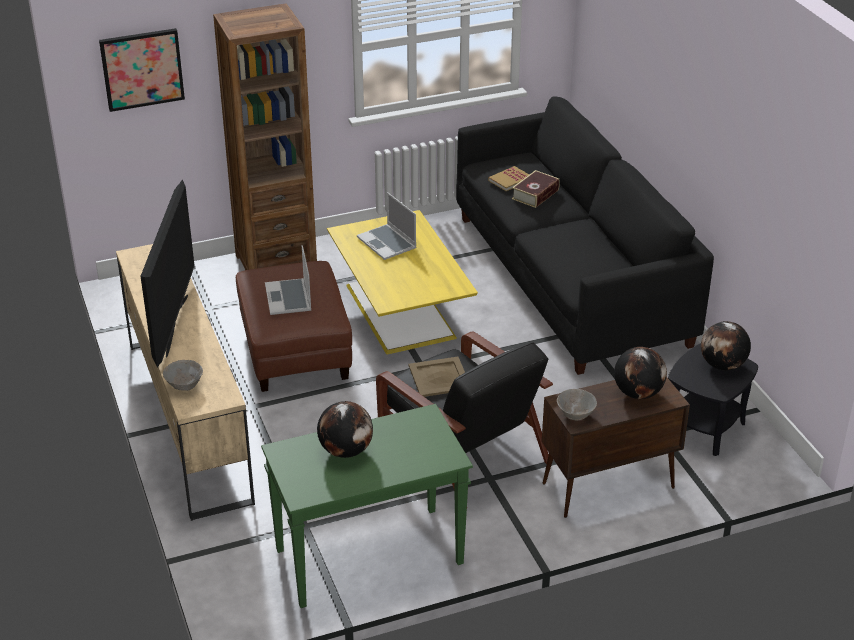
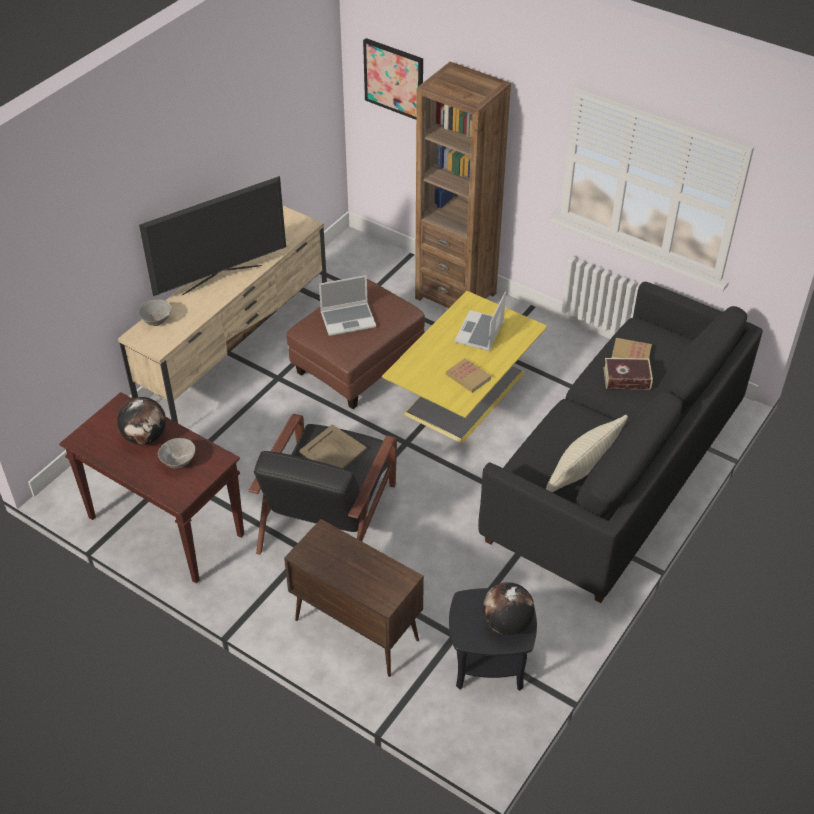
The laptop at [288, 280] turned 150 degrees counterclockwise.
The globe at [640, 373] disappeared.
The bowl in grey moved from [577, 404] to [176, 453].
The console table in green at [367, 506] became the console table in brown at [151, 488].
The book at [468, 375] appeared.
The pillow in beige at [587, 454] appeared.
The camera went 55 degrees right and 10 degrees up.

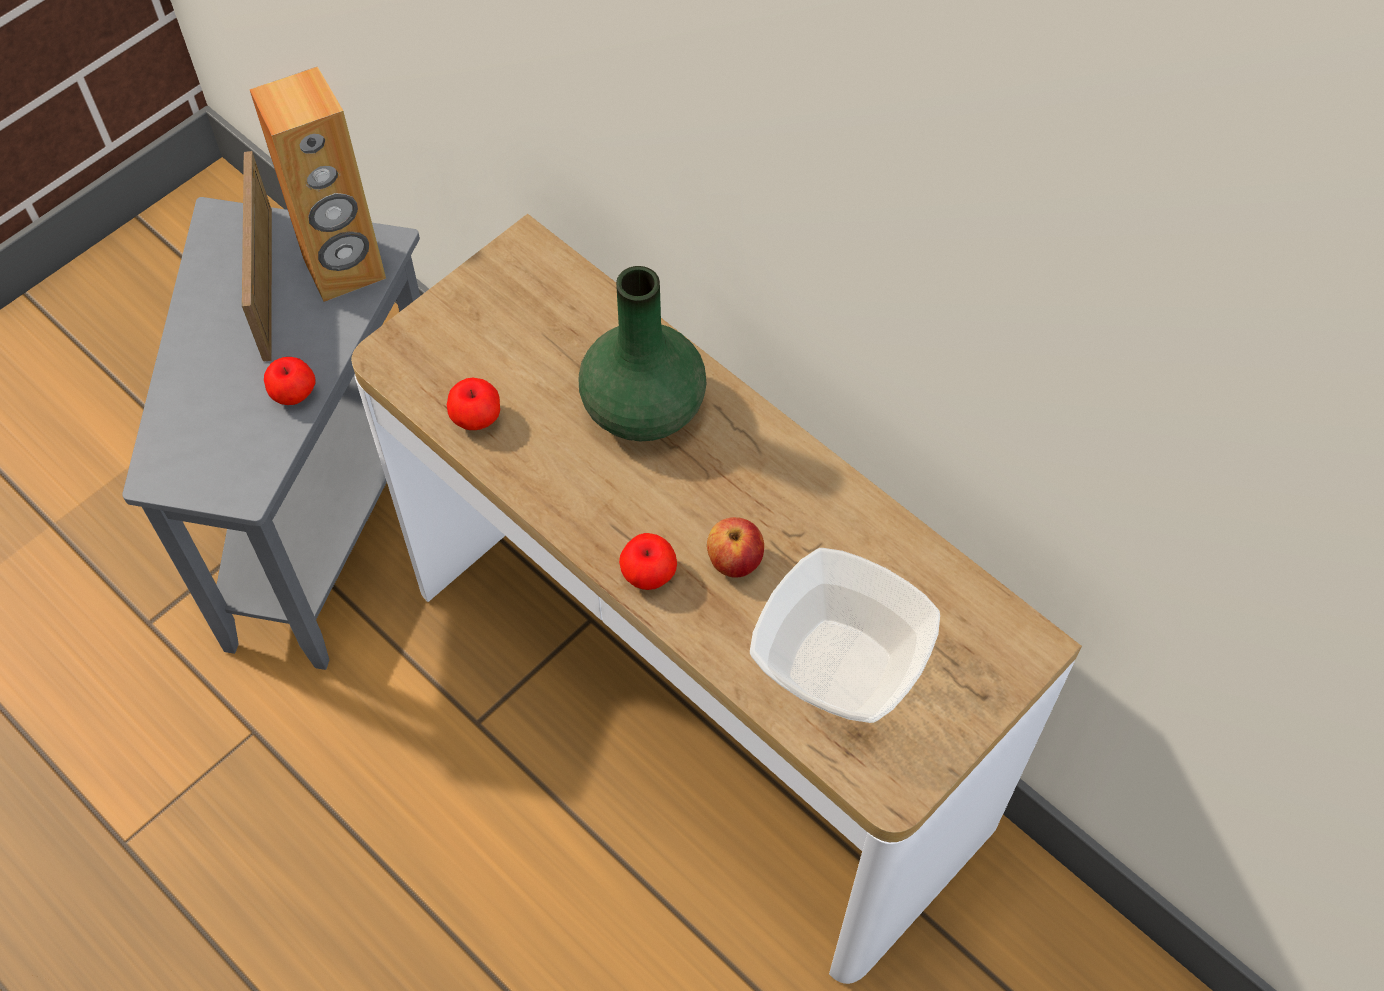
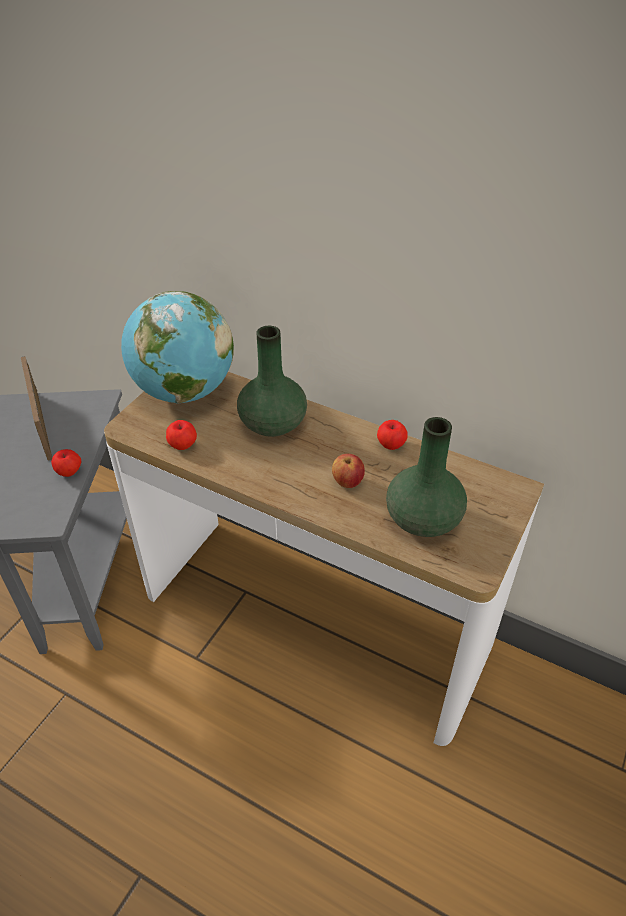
The speaker in brown at [318, 184] disappeared.
The apple moved from [648, 561] to [392, 435].
The bowl at [845, 635] was replaced by the vase in green at [426, 477].
The globe at [177, 347] appeared.
The camera went 15 degrees left and 15 degrees down.

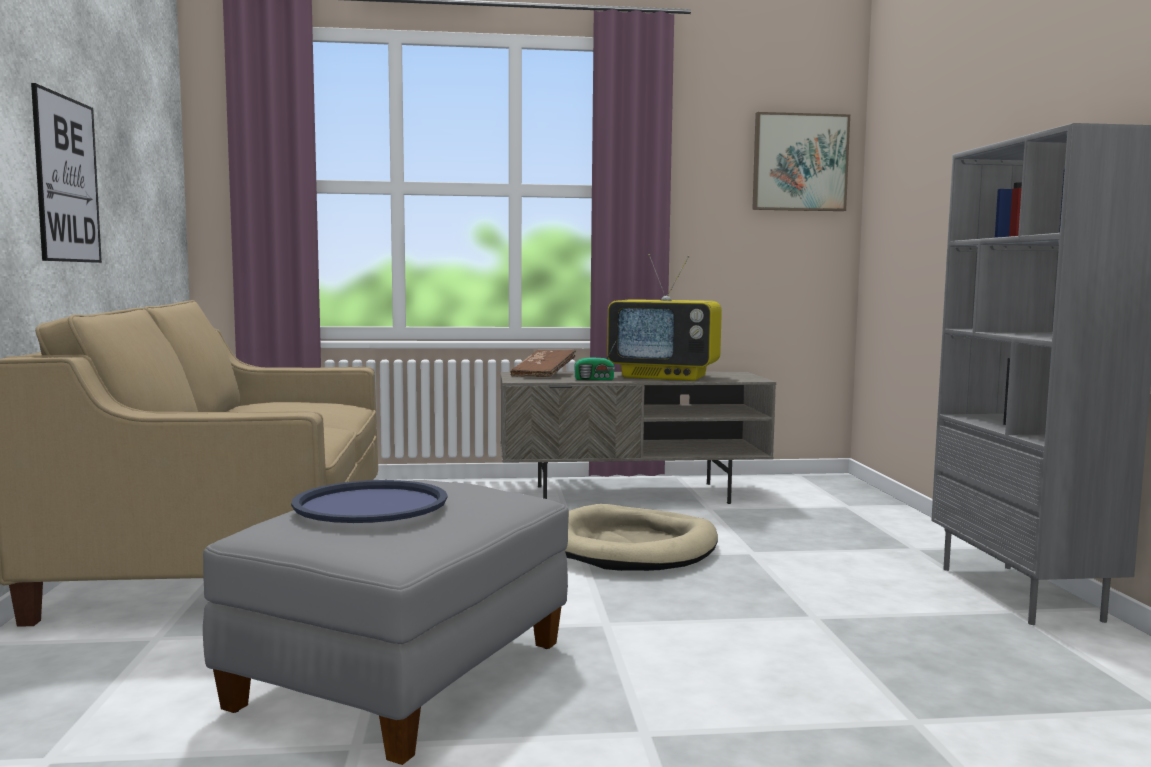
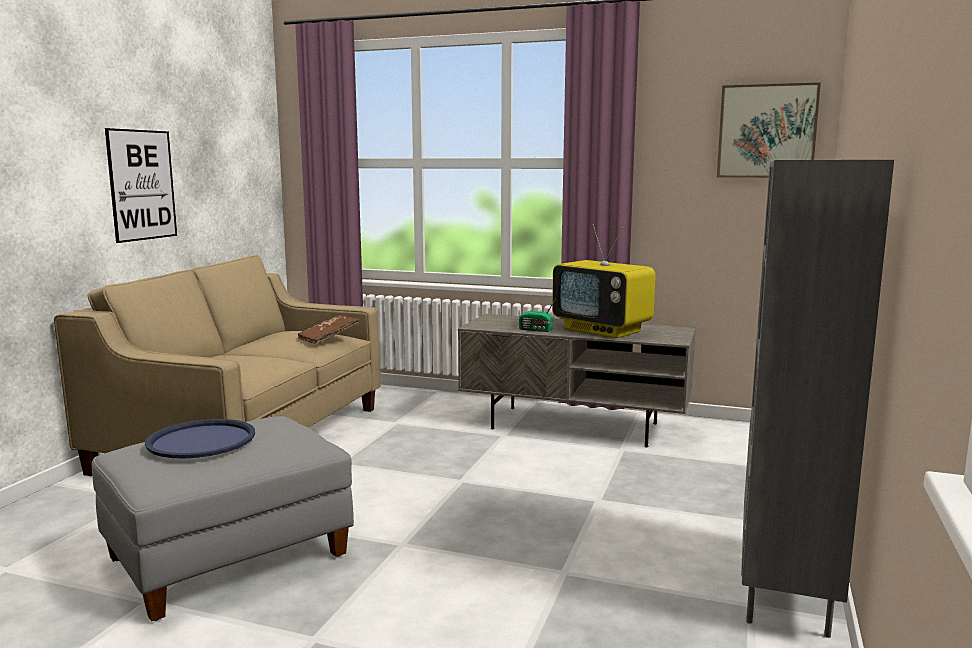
The book in brown moved from [543, 363] to [328, 329].
The dog bed in beige at [641, 537] disappeared.
The camera went 25 degrees right and 5 degrees up.

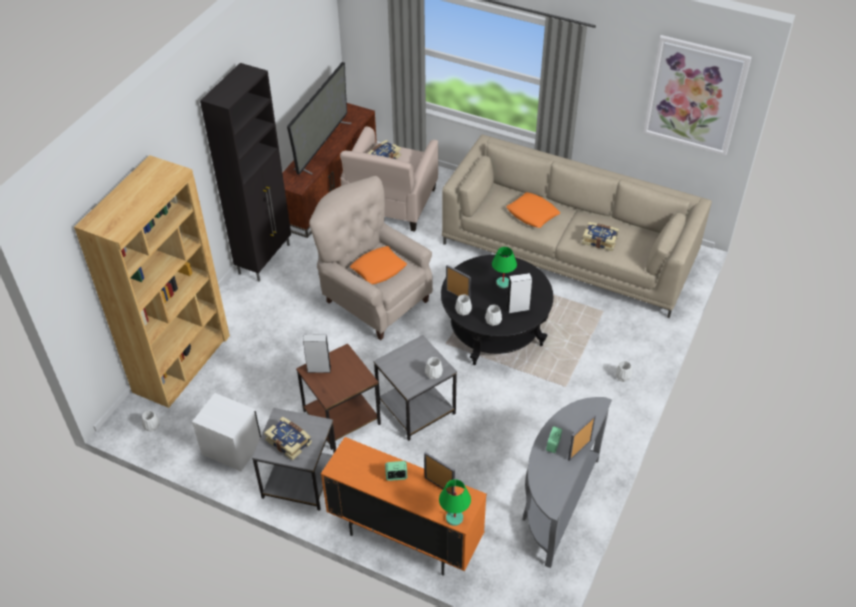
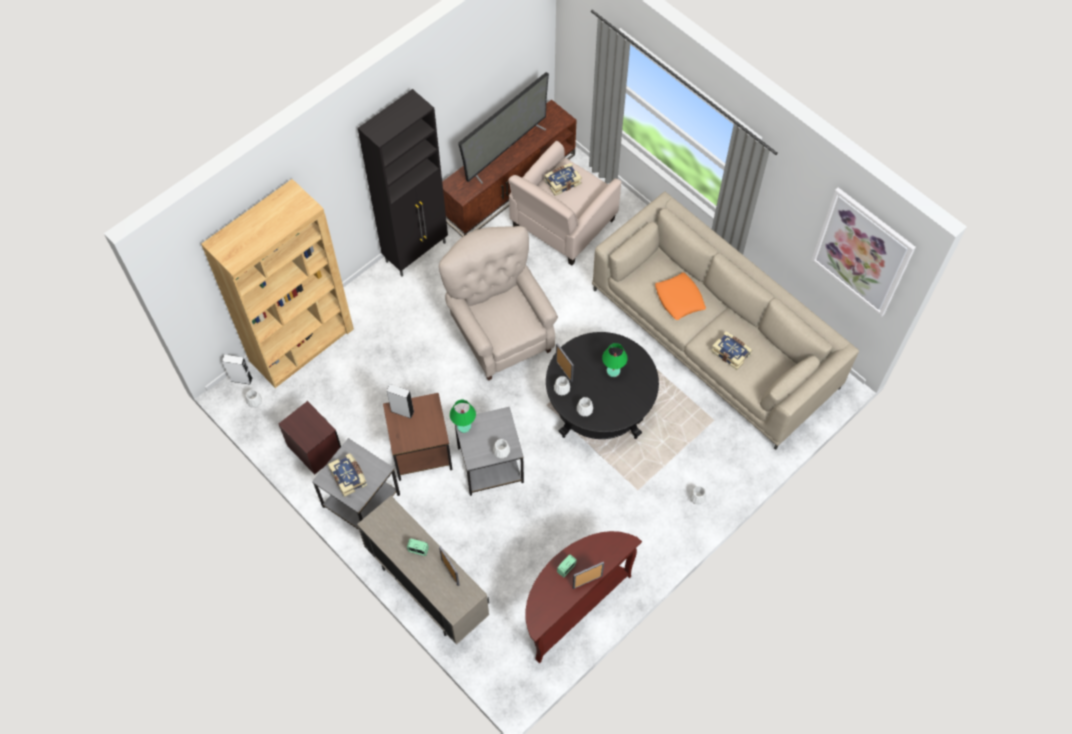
The pillow in orange at [378, 265] disappeared.
The speaker in white moved from [519, 293] to [237, 370].
The nightstand in white at [226, 432] became the nightstand in brown at [310, 438].
The console table in grey at [567, 482] became the console table in brown at [583, 597].
The cabinet in orange at [404, 506] became the cabinet in beige at [423, 570].
The table lamp in green moved from [455, 502] to [463, 416].
The camera went 20 degrees right and 15 degrees up.

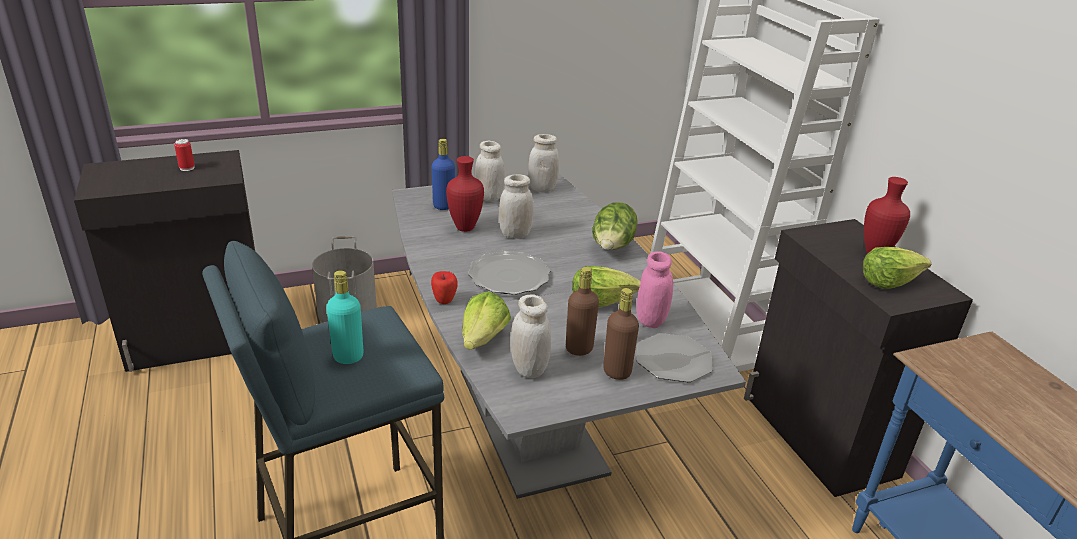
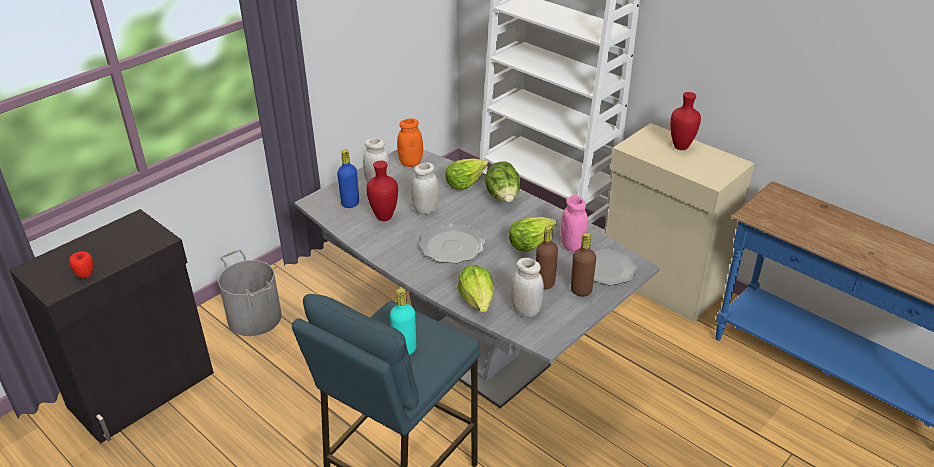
The jar in white at [543, 163] became the jar in orange at [410, 142].
The can at [184, 155] disappeared.
The cabinet in black at [858, 358] became the cabinet in beige at [680, 222].
The lettuce moved from [897, 268] to [466, 174].
The apple moved from [444, 287] to [81, 264].
The camera went 25 degrees left and 5 degrees up.

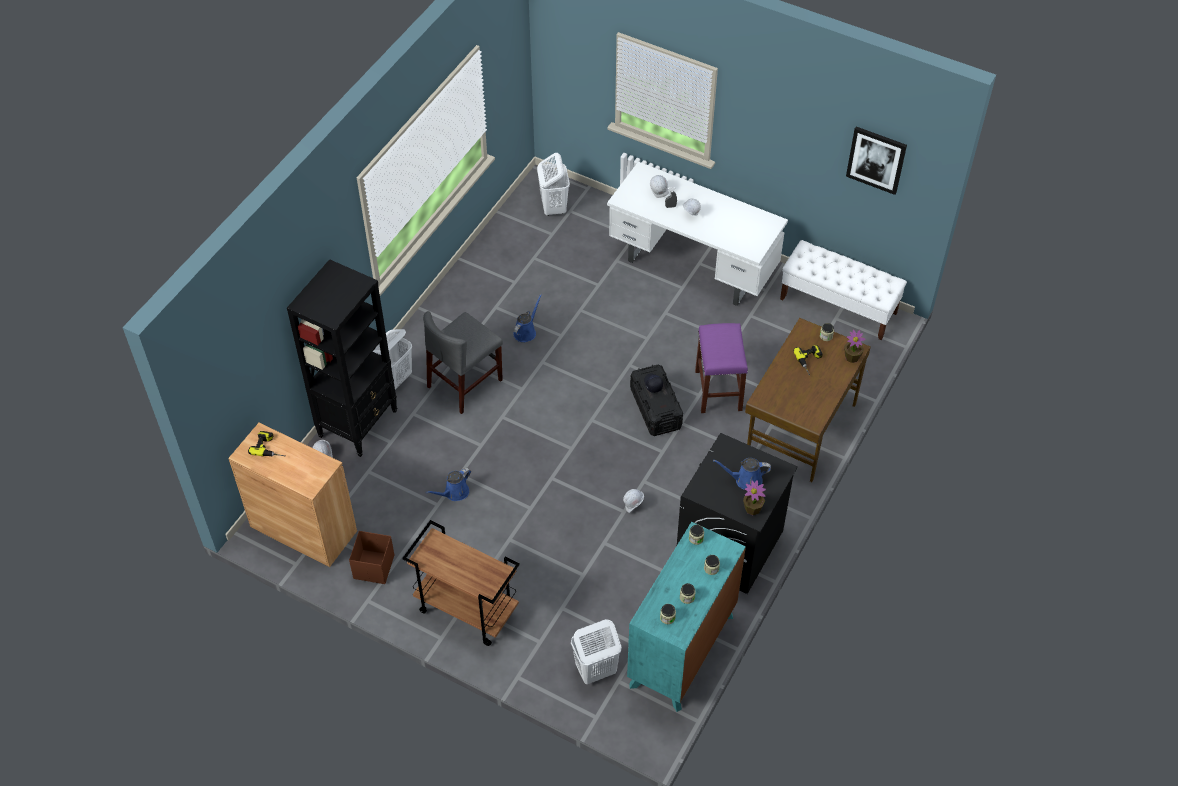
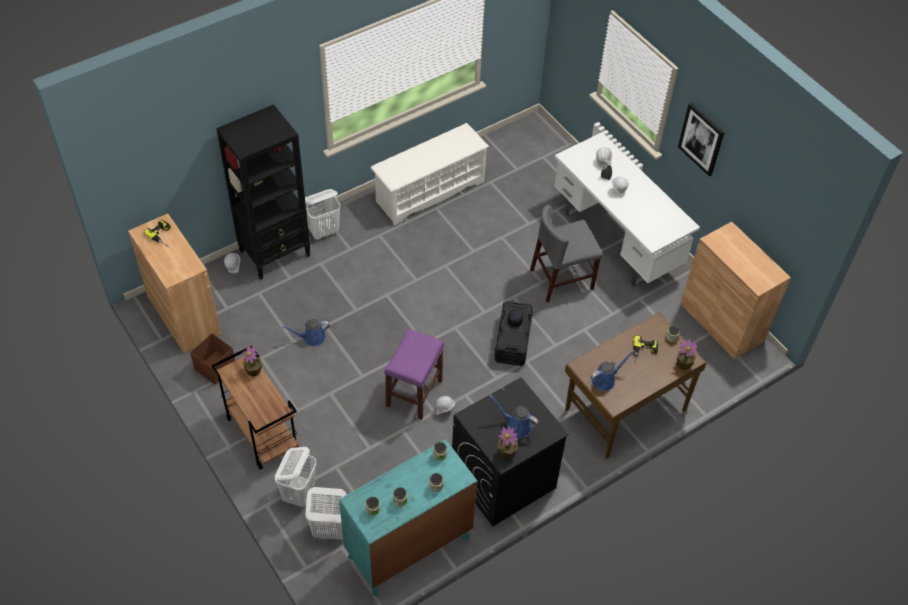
The picture moved from [876, 161] to [701, 139].
The laundry basket in white moved from [553, 184] to [295, 477].
The bench in white at [843, 290] was replaced by the cabinet in brown at [735, 290].
The watering can in blue moved from [527, 318] to [612, 370].
The chair in grey moved from [463, 362] to [566, 253].
The stool in purple moved from [721, 368] to [414, 374].
The shoe rack in white at [429, 174] appeared.
The potted plant at [252, 361] appeared.
The camera went 25 degrees right and 0 degrees up.

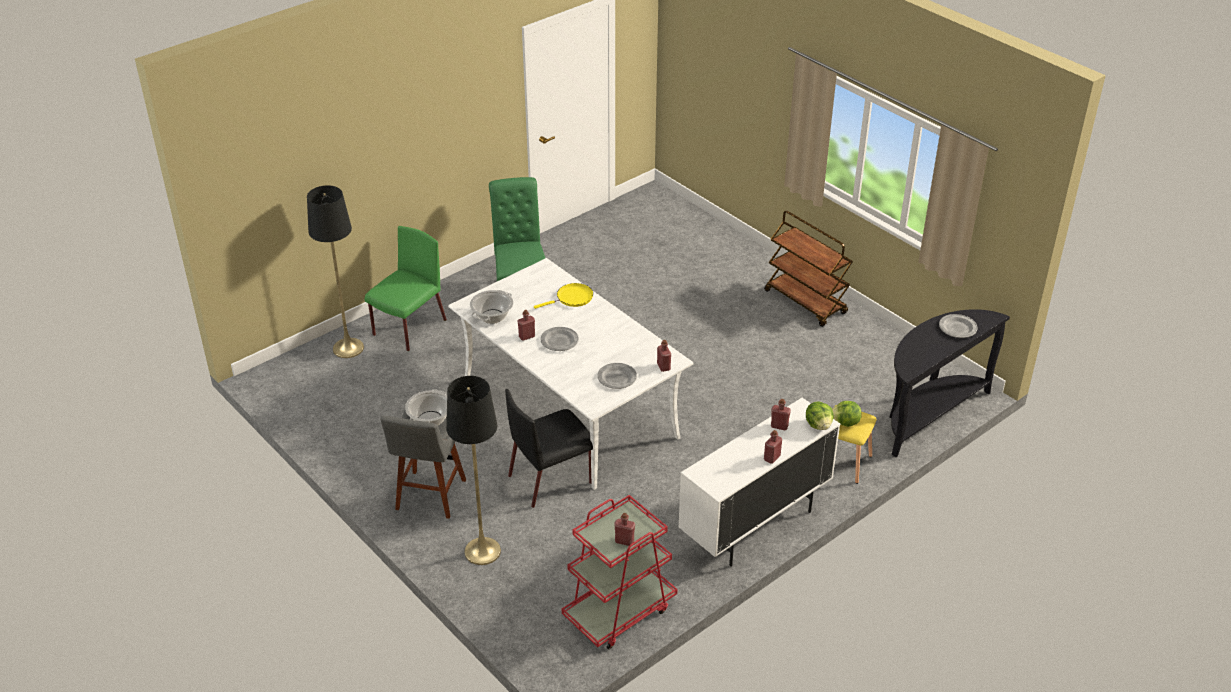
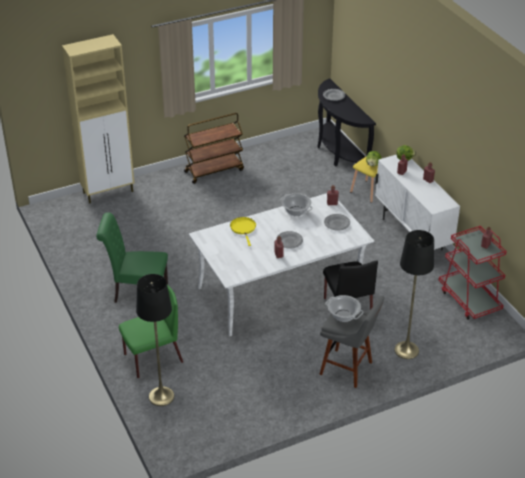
The chair in green at [406, 288] turned 105 degrees clockwise.
The cooking pot moved from [491, 307] to [296, 204].
The cabinet in beige at [98, 119] appeared.
The camera went 75 degrees left and 0 degrees up.

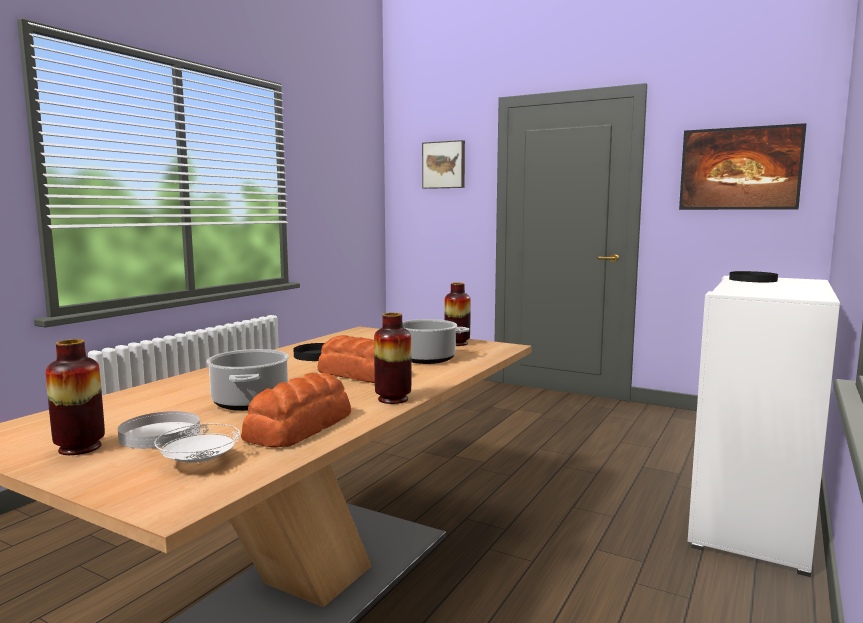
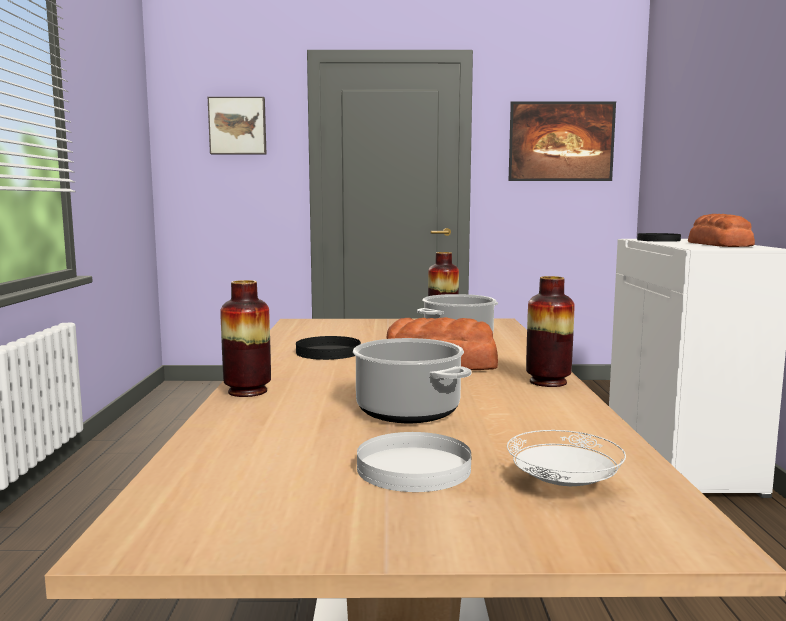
The vase moved from [75, 397] to [245, 338].
The bread moved from [296, 410] to [721, 230].
The camera went 30 degrees left and 0 degrees up.

